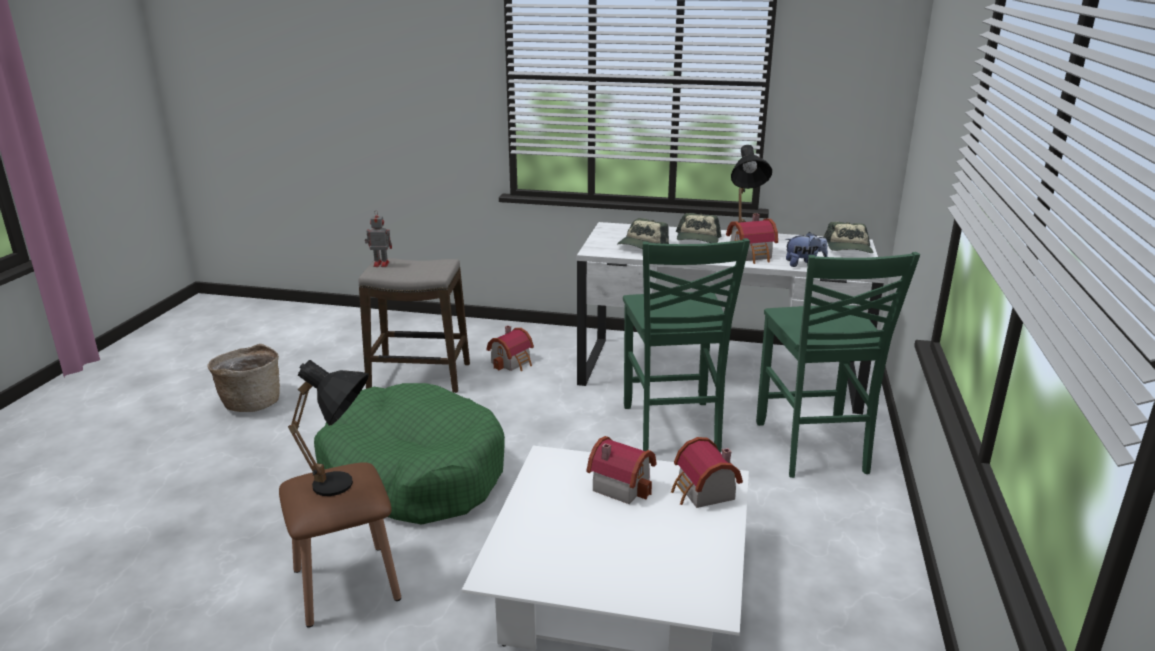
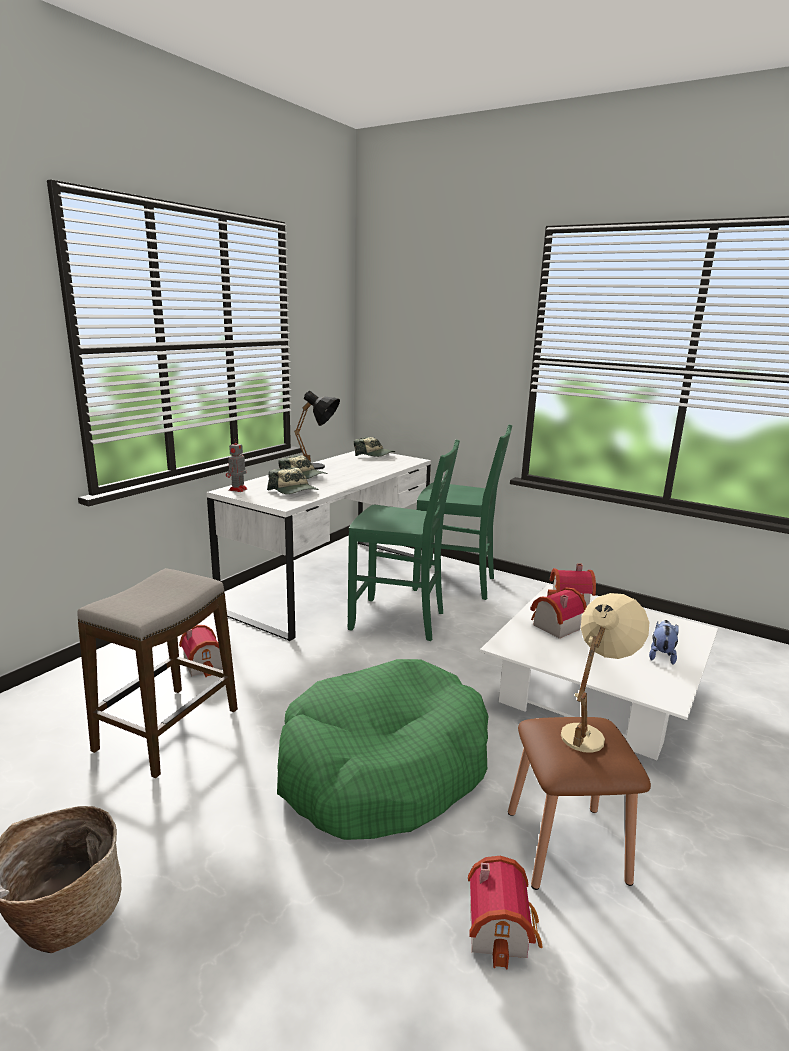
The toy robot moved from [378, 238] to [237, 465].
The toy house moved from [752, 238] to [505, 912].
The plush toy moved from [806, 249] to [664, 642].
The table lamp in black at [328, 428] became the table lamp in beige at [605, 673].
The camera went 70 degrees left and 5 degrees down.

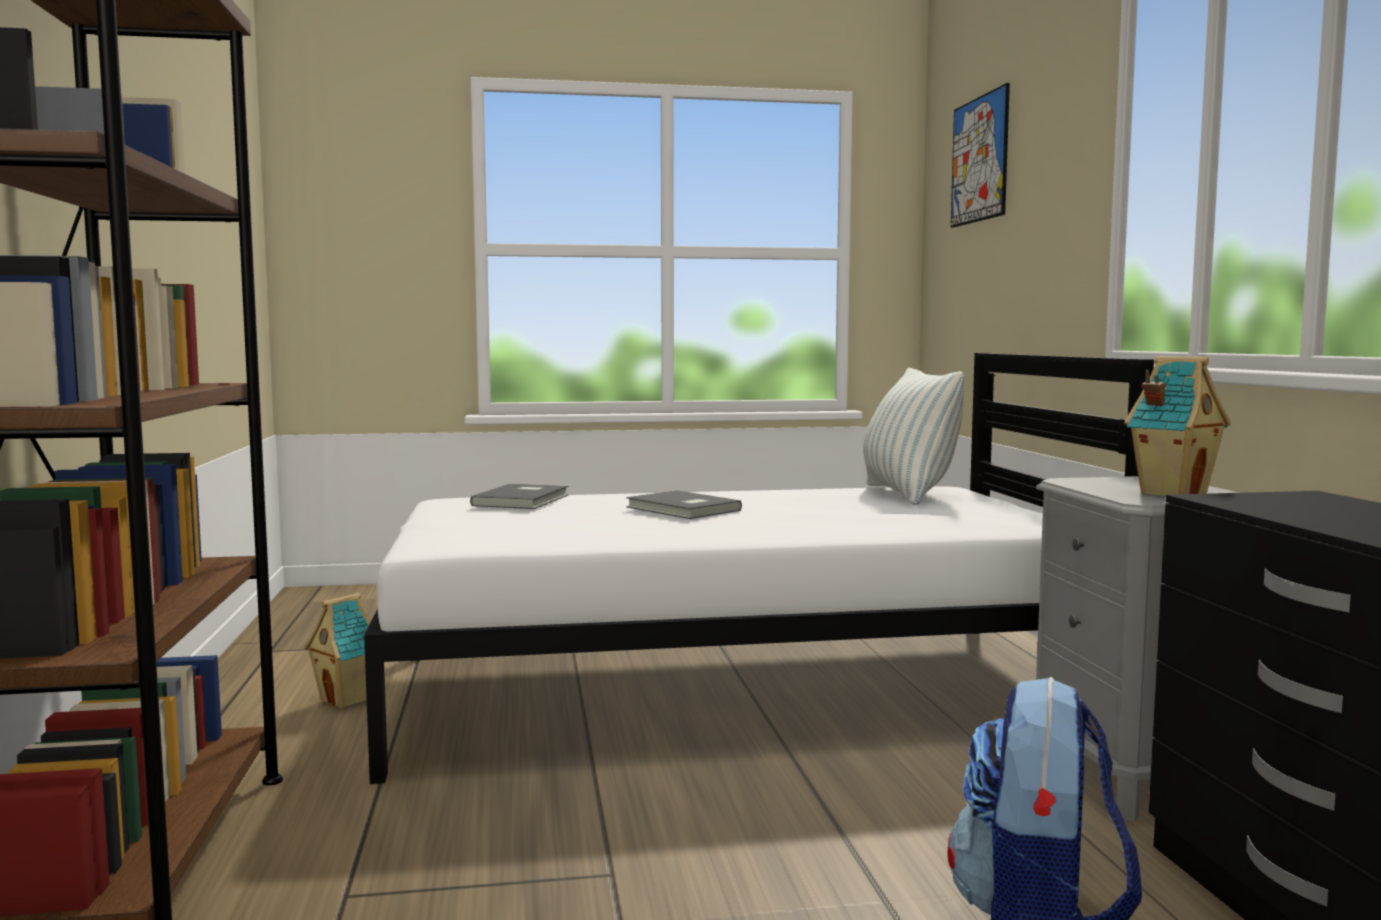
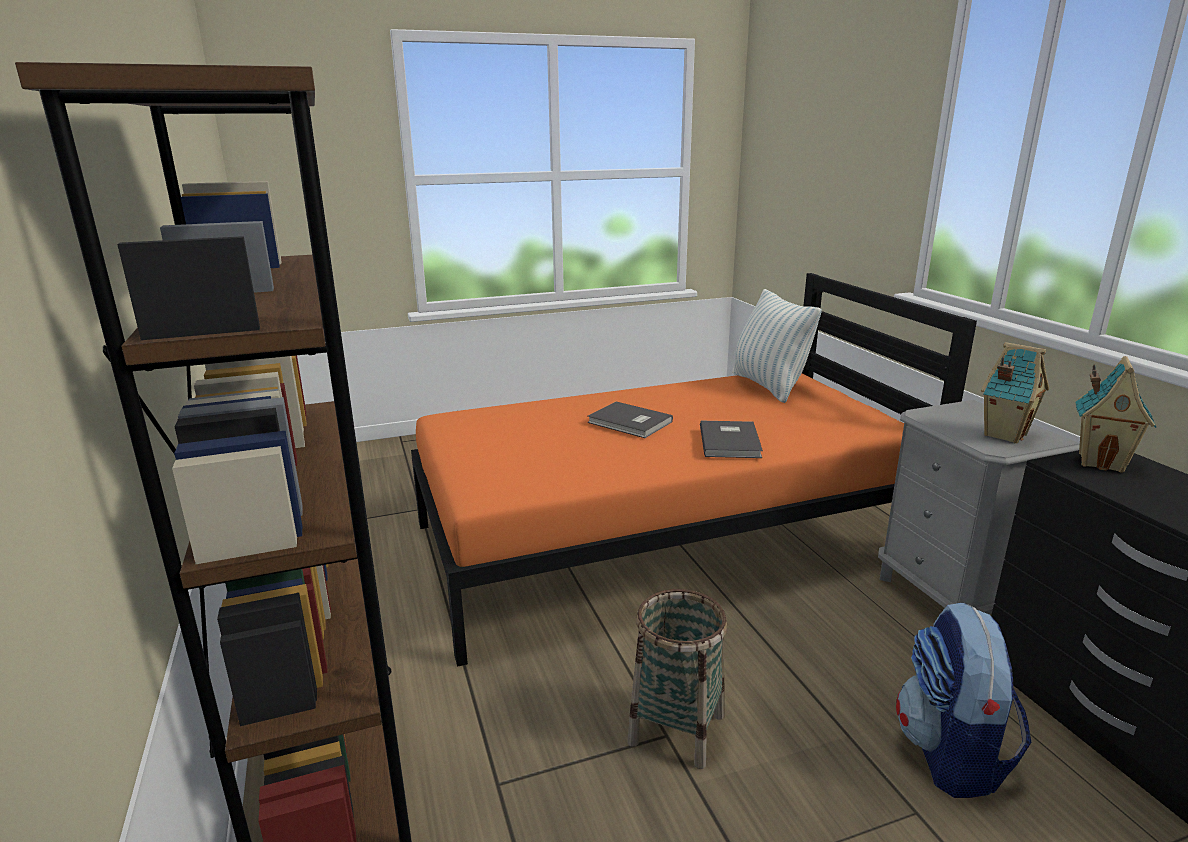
The picture at [980, 155] disappeared.
The bed in white at [759, 568] became the bed in orange at [694, 470].
The book in grey moved from [519, 496] to [731, 439].
The toy house moved from [337, 651] to [1115, 414].
The basket at [677, 679] appeared.
The camera went 10 degrees left and 15 degrees up.

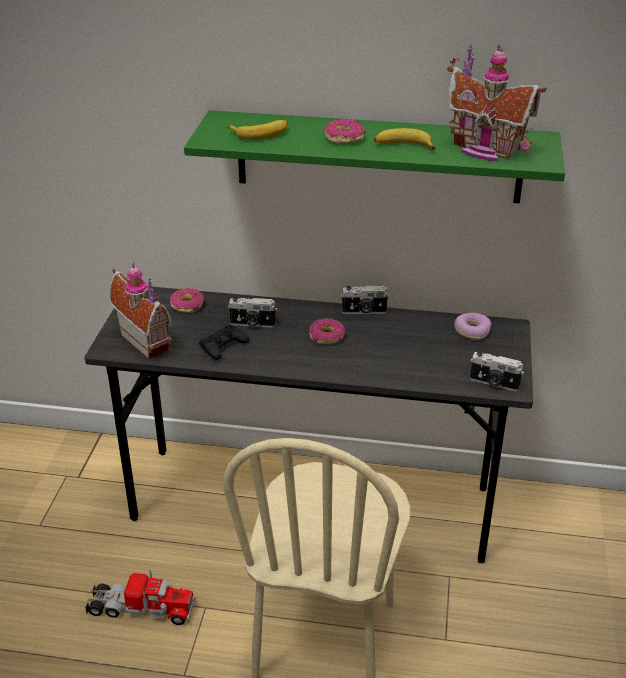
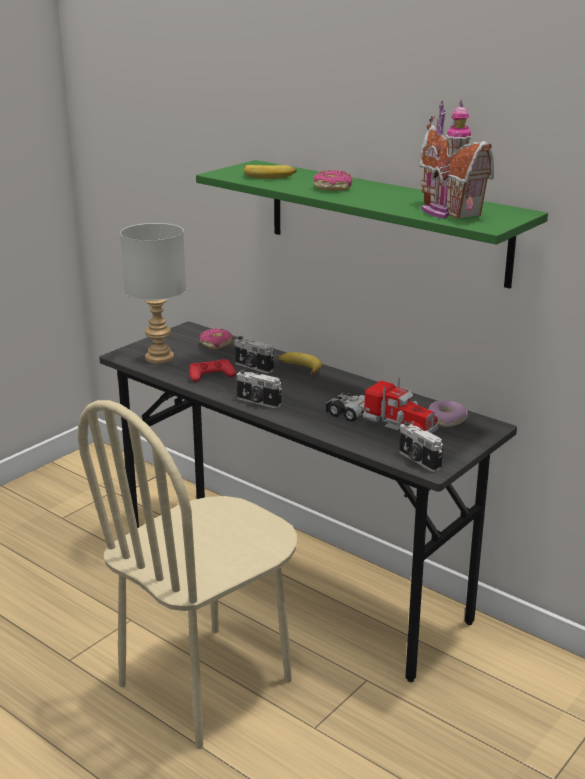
The banana moved from [405, 139] to [300, 363].
The toy house at [141, 311] was replaced by the table lamp in grey at [153, 293].
The photo camera moved from [365, 300] to [259, 388].
The donut at [327, 331] disappeared.
The game controller in black at [224, 342] became the game controller in red at [212, 370].
The toy truck moved from [140, 597] to [382, 405].
The camera went 30 degrees right and 10 degrees down.

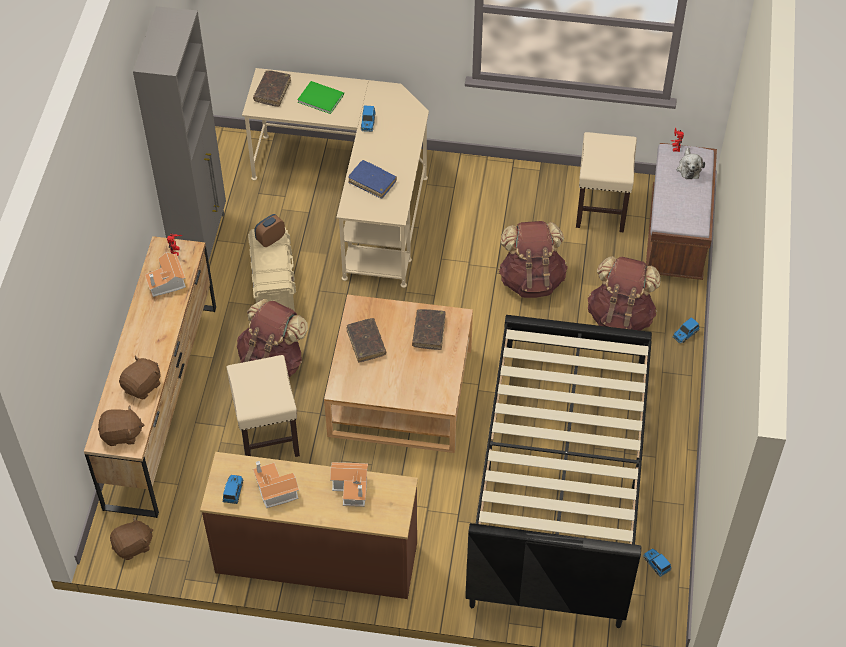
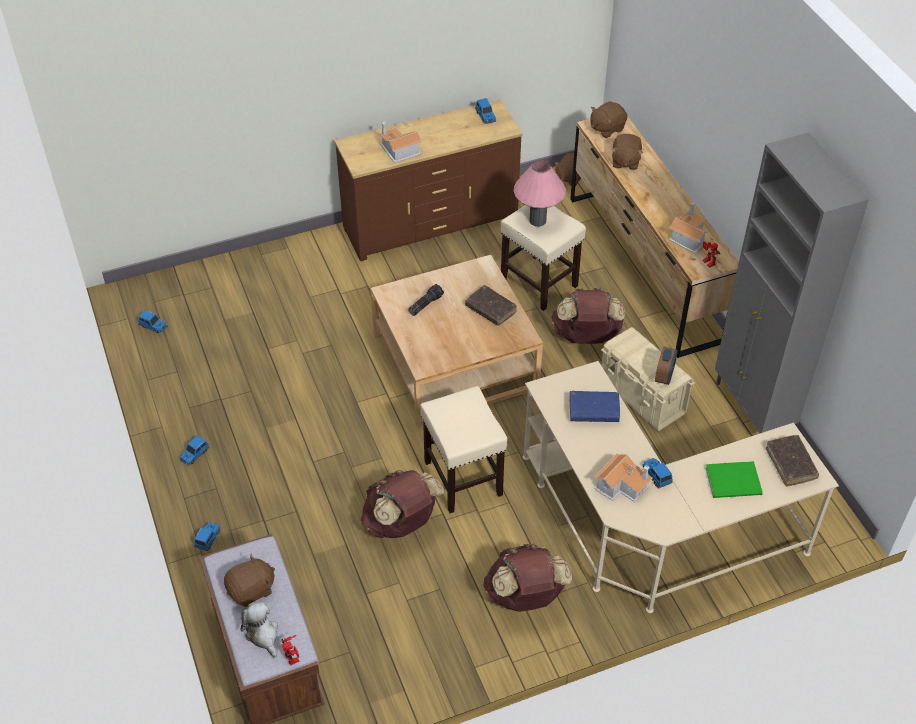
The stool in beige moved from [606, 182] to [464, 449].
The backpack in brown moved from [624, 293] to [527, 578].
The book in brown at [429, 329] disappeared.
The bed in black at [558, 471] disappeared.
The toy house moved from [276, 484] to [623, 477].
The table lamp in pink at [540, 193] appeared.
The flashlight at [426, 300] appeared.
The toy car at [194, 450] appeared.
The plush toy in brown at [249, 580] appeared.
The camera went 150 degrees right and 5 degrees down.

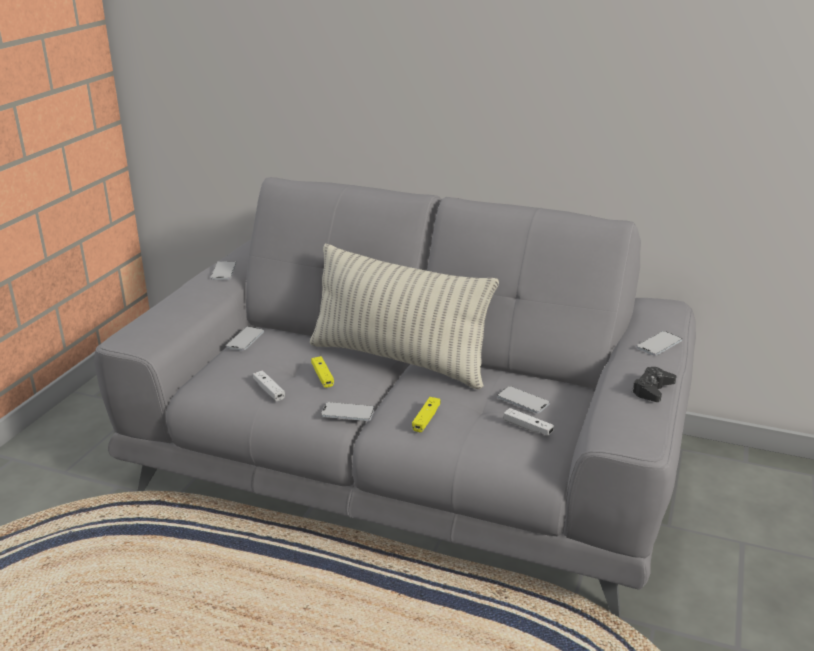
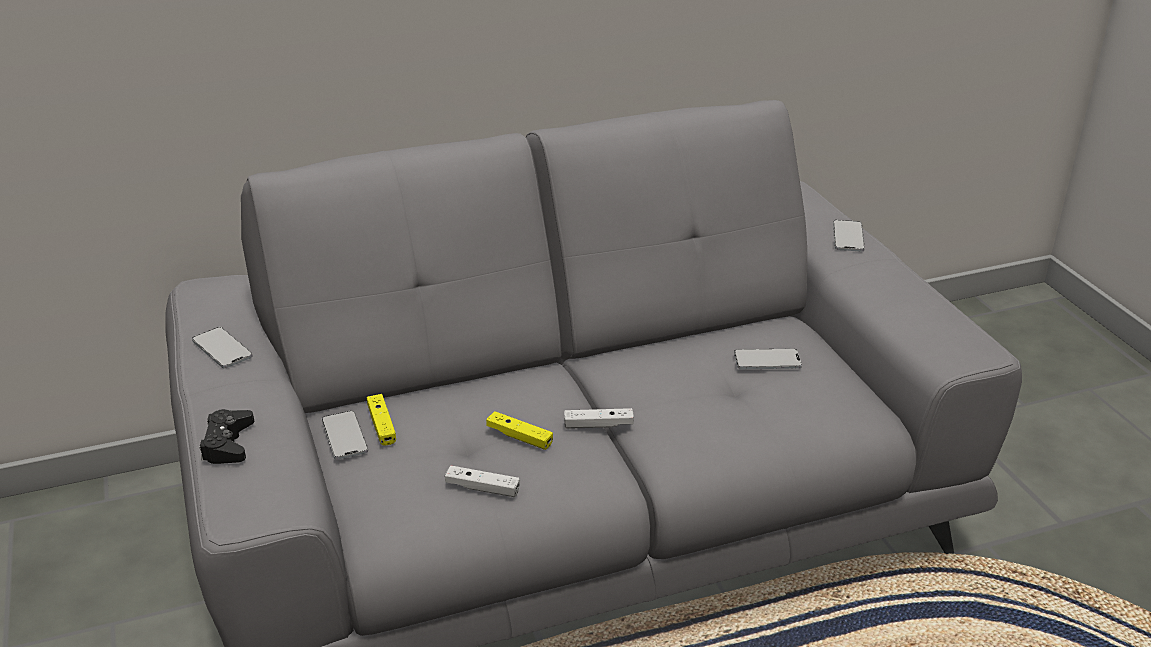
The pillow at [404, 316] disappeared.
The game controller in black moved from [654, 384] to [227, 436].
The game controller in yellow moved from [426, 414] to [381, 420].
The phone at [347, 411] disappeared.
The game controller in white moved from [528, 421] to [599, 418].
The camera went 40 degrees left and 5 degrees up.

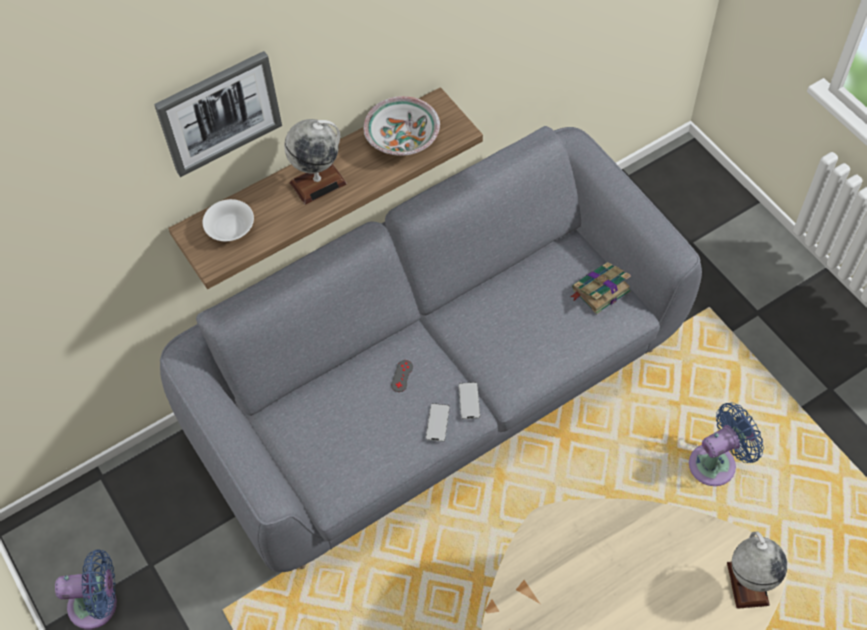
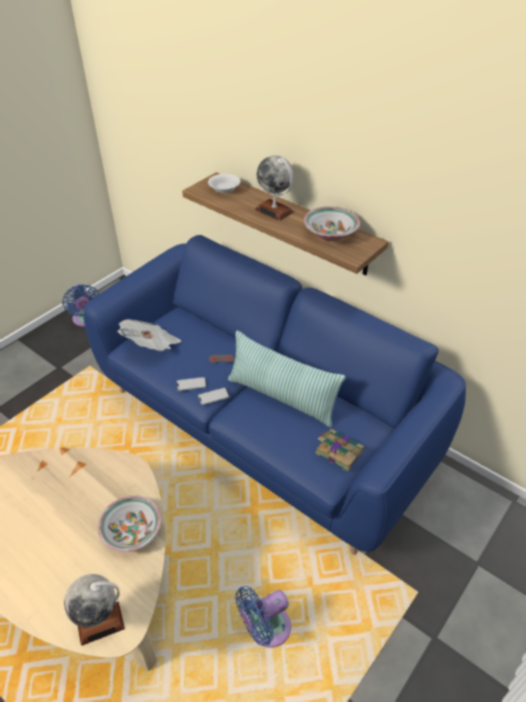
The picture at [218, 114] disappeared.
The sofa in grey at [431, 349] became the sofa in blue at [275, 395].
The fan in blue at [726, 444] turned 105 degrees clockwise.
The newspaper at [149, 335] appeared.
The pillow at [287, 379] appeared.
The bowl at [130, 523] appeared.
The camera went 70 degrees right and 15 degrees down.

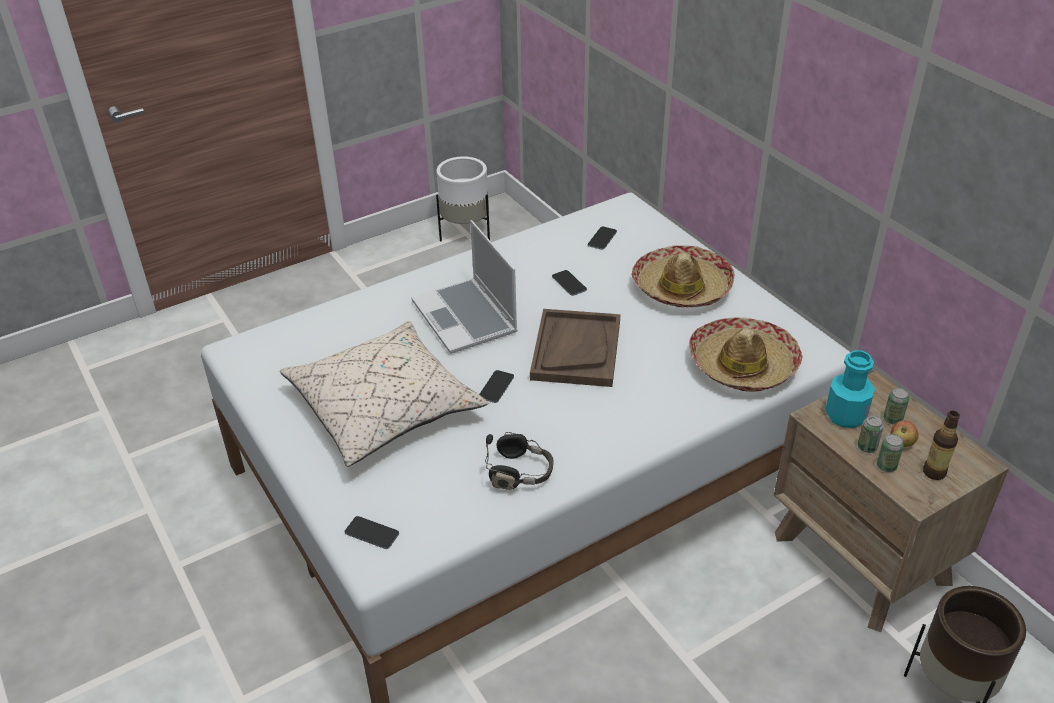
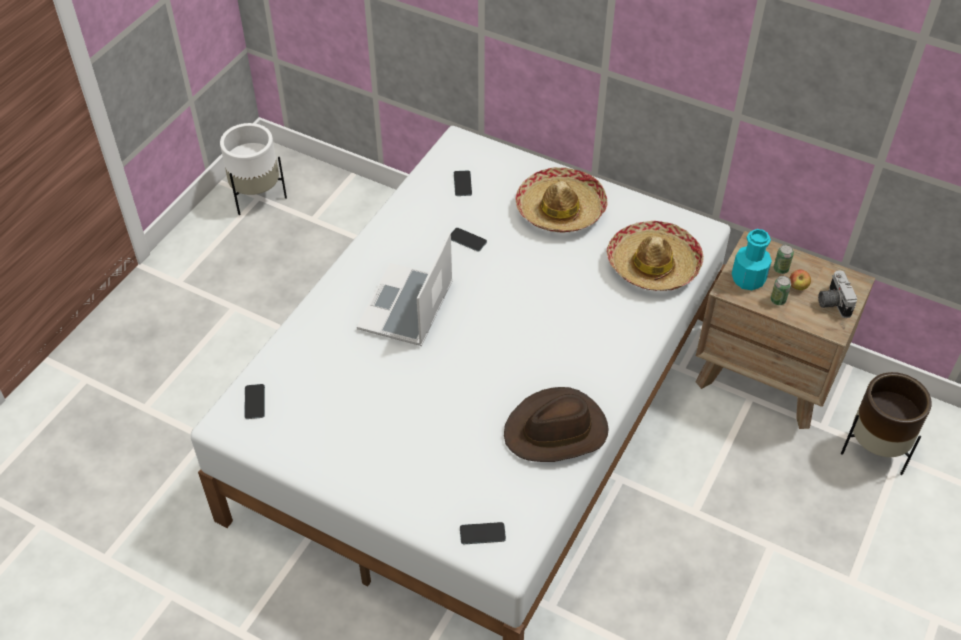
The laptop at [464, 287] turned 75 degrees clockwise.
The tray in brown at [575, 348] disappeared.
The pillow in beige at [384, 394] disappeared.
The phone moved from [496, 386] to [254, 401].
The bottle at [941, 445] was replaced by the photo camera at [837, 294].
The headphones in black at [519, 461] was replaced by the hat in brown at [556, 424].
The can at [890, 453] disappeared.
The camera went 30 degrees left and 10 degrees up.

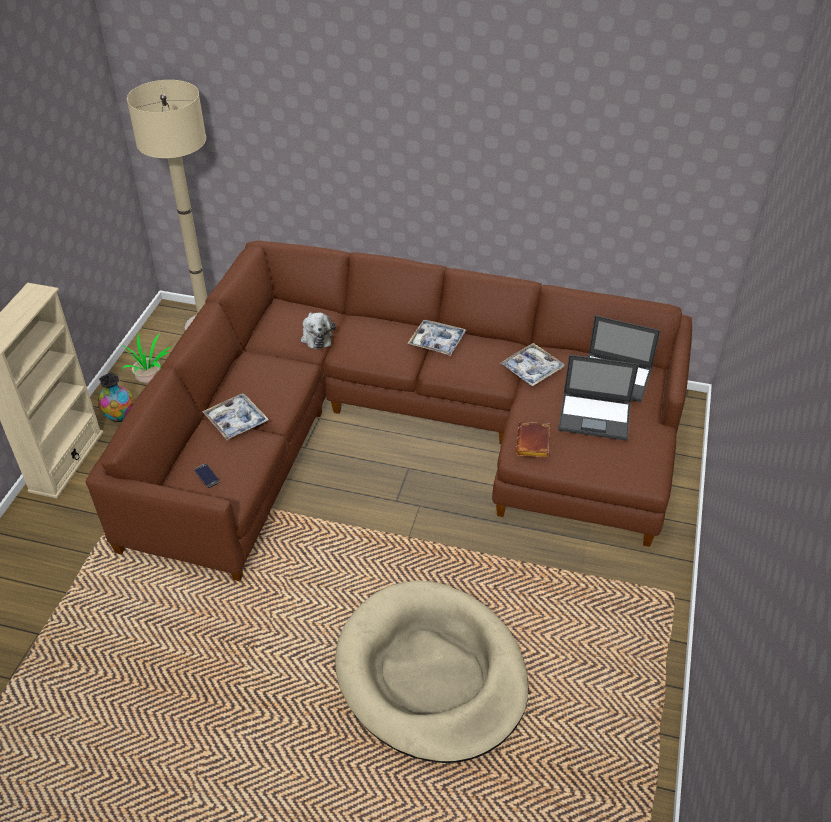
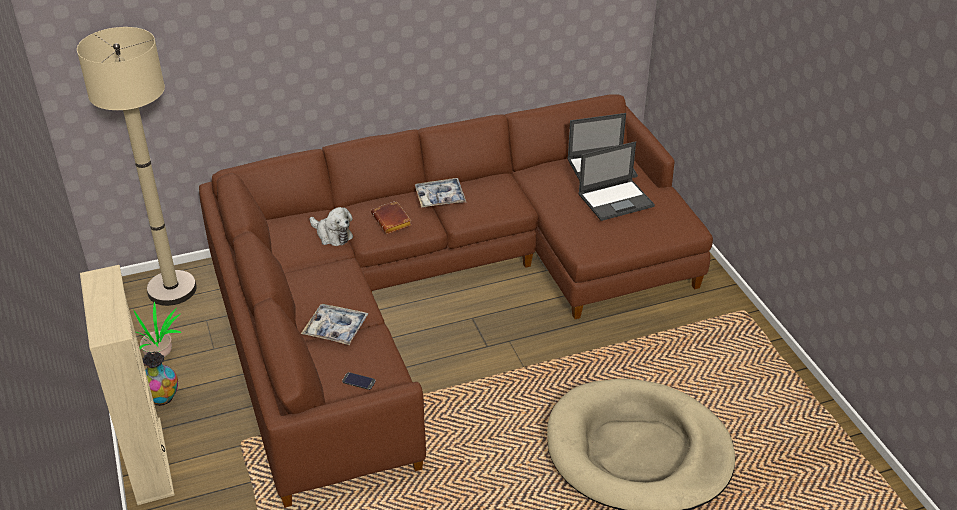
The tray at [532, 365] disappeared.
The book in brown moved from [533, 440] to [391, 217].
The camera went 35 degrees left and 5 degrees down.

